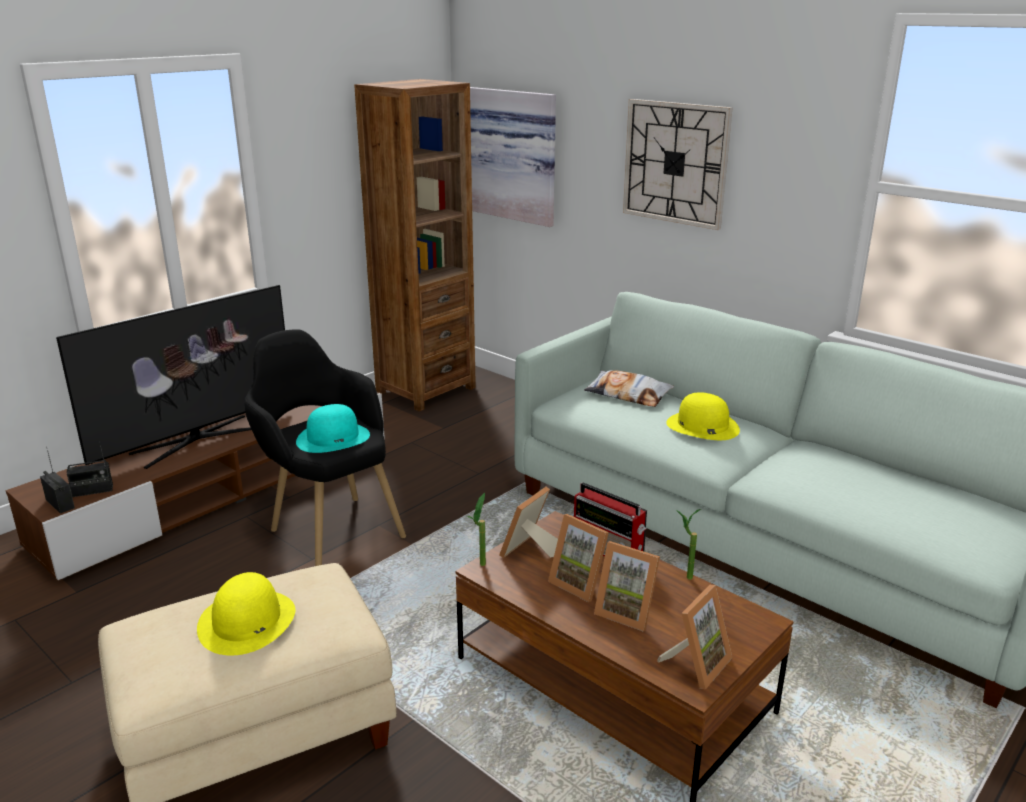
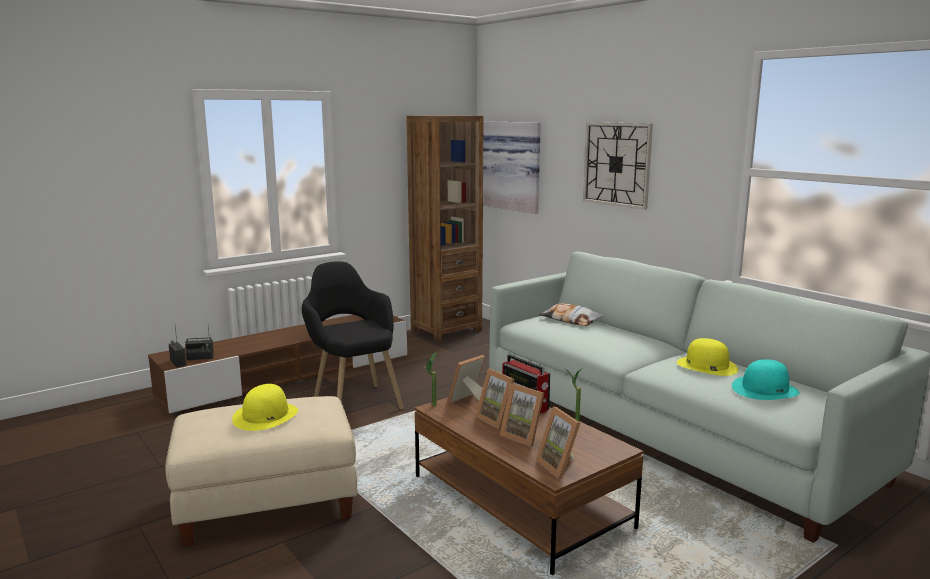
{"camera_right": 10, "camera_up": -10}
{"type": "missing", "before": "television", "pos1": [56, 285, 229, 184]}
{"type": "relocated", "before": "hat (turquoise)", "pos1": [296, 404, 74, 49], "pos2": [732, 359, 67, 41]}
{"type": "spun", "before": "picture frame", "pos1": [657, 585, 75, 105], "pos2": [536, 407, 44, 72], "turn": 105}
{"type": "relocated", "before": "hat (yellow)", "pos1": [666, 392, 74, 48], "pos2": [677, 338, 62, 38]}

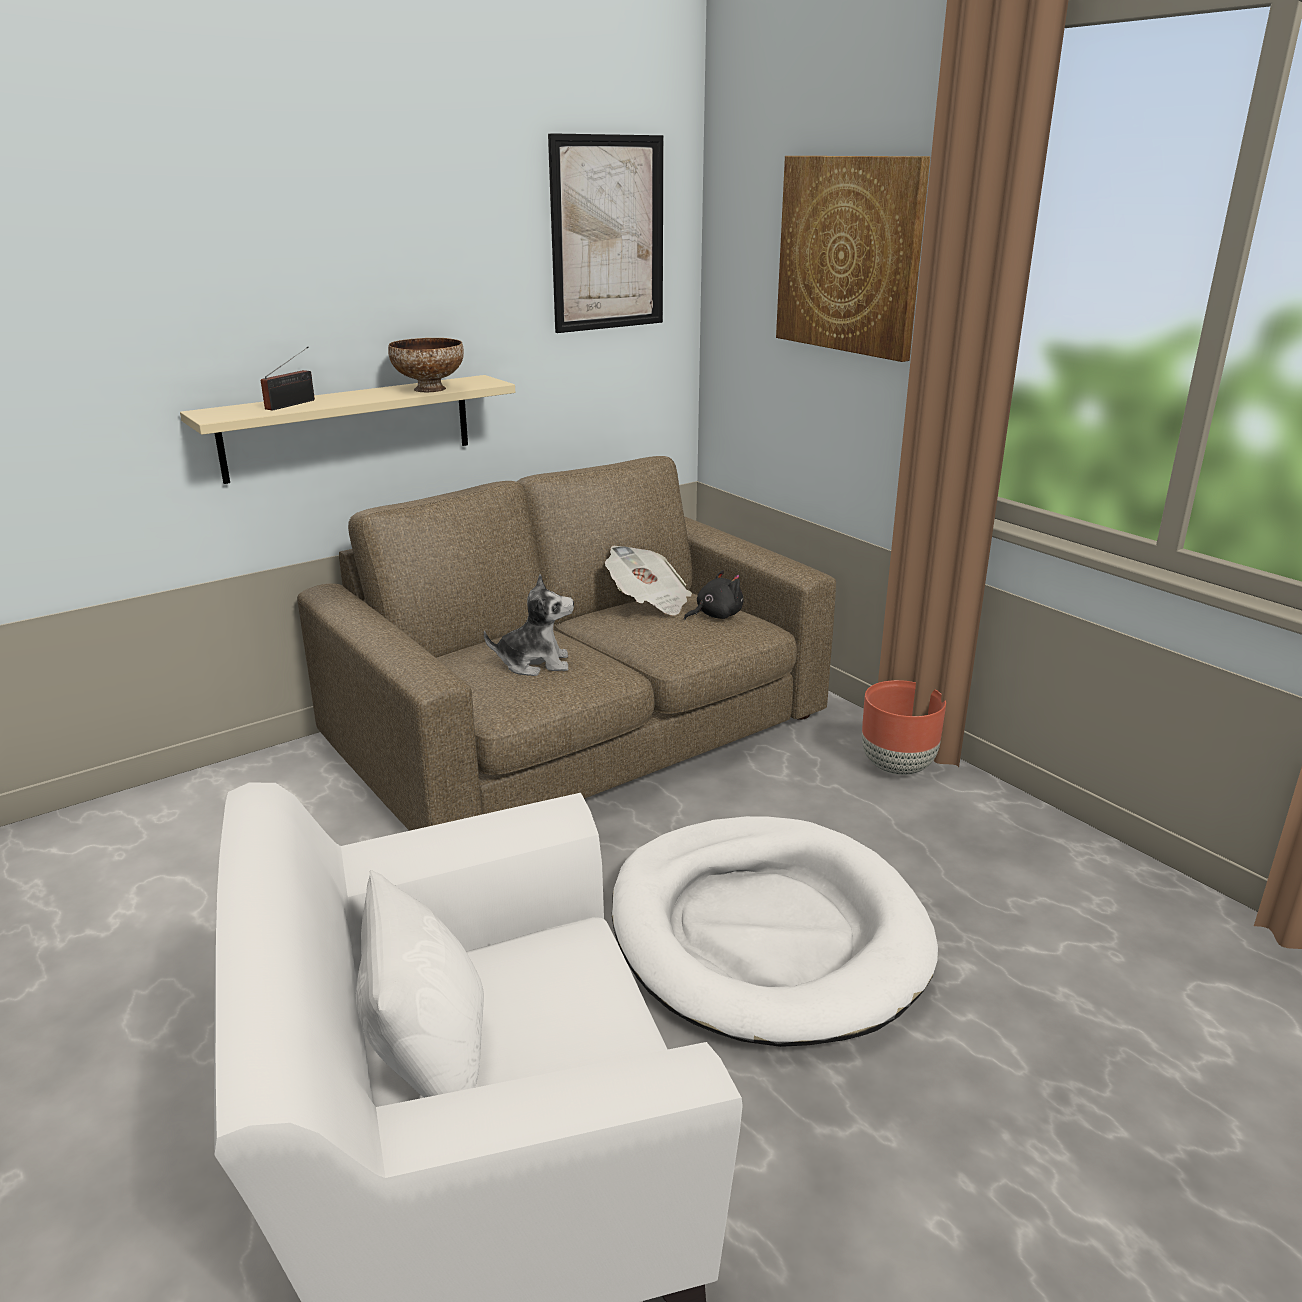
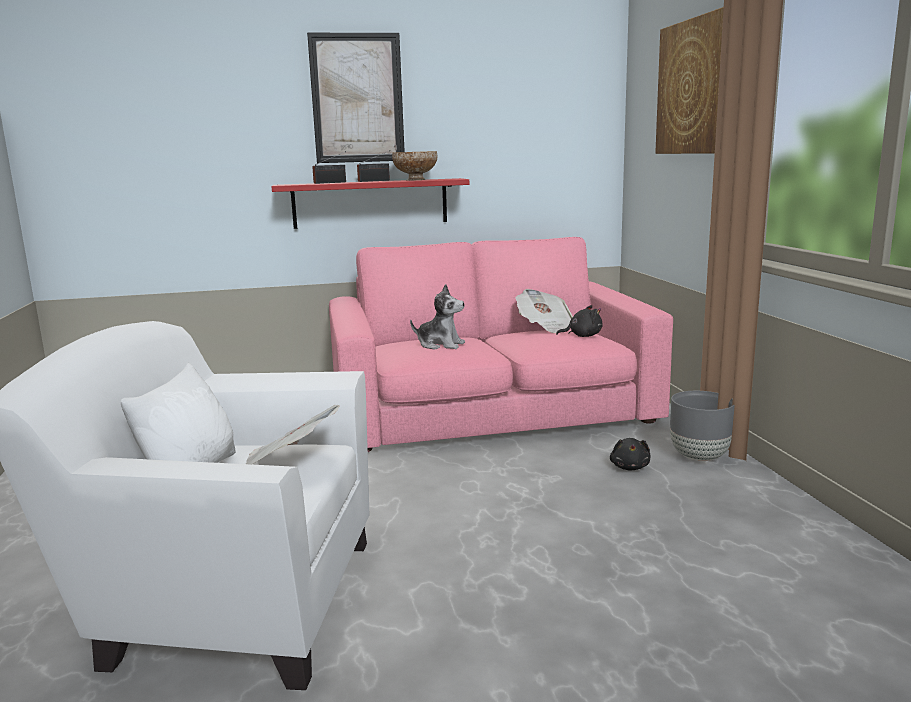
{"camera_right": 25, "camera_up": -10}
{"type": "colour", "before": "shelf (beige)", "after": "shelf (red)", "pos1": [180, 375, 335, 109], "pos2": [272, 178, 197, 51]}
{"type": "colour", "before": "sofa (brown)", "after": "sofa (pink)", "pos1": [297, 456, 539, 375], "pos2": [329, 237, 344, 215]}
{"type": "relocated", "before": "picture", "pos1": [548, 133, 116, 200], "pos2": [307, 33, 98, 130]}
{"type": "missing", "before": "dog bed (white)", "pos1": [612, 816, 326, 231]}
{"type": "colour", "before": "planter (brown)", "after": "planter (grey)", "pos1": [862, 680, 84, 95], "pos2": [670, 391, 64, 70]}
{"type": "appeared", "after": "newspaper", "pos2": [246, 405, 94, 60]}
{"type": "appeared", "after": "radio", "pos2": [357, 150, 33, 32]}
{"type": "appeared", "after": "plush toy (black)", "pos2": [610, 438, 41, 33]}

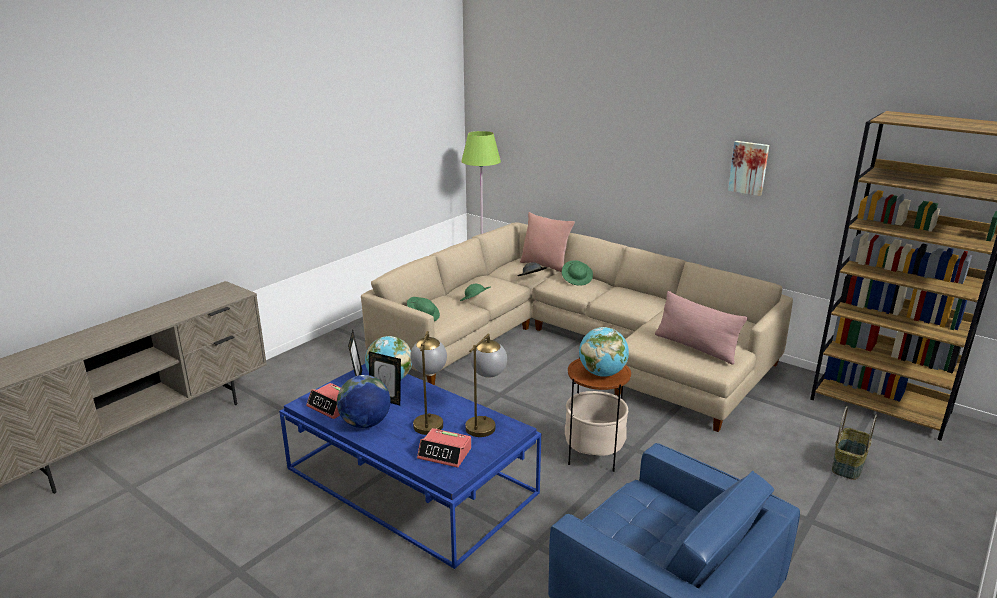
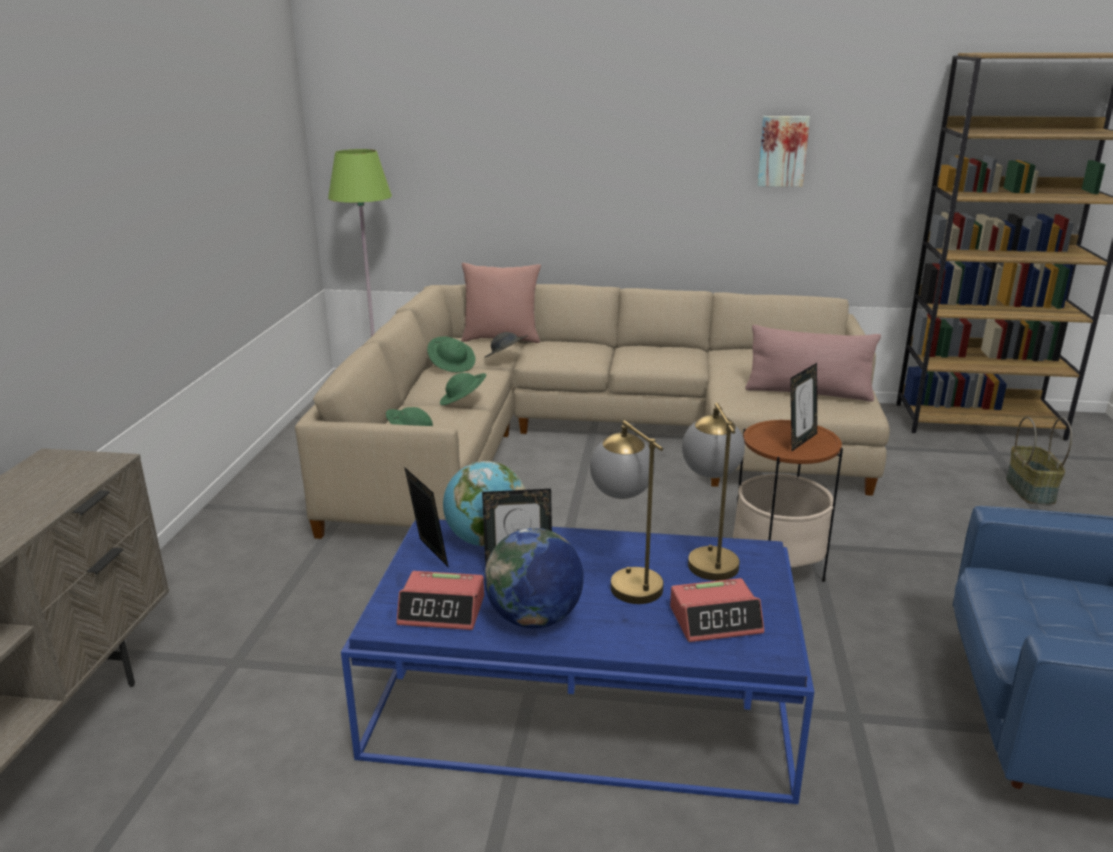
{"camera_right": -30, "camera_up": 0}
{"type": "relocated", "before": "hat (green)", "pos1": [562, 260, 31, 26], "pos2": [427, 336, 49, 36]}
{"type": "exchanged", "before": "globe", "after": "picture frame", "pos1": [579, 327, 50, 50], "pos2": [791, 363, 26, 89]}

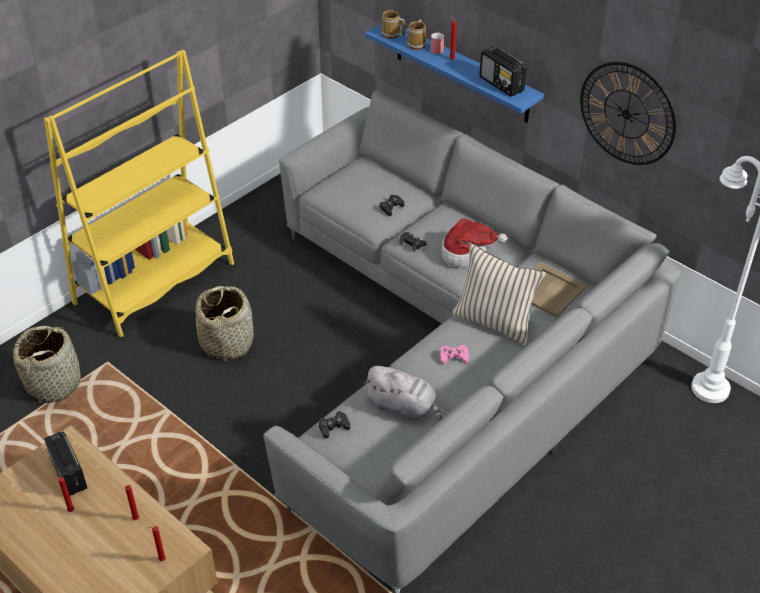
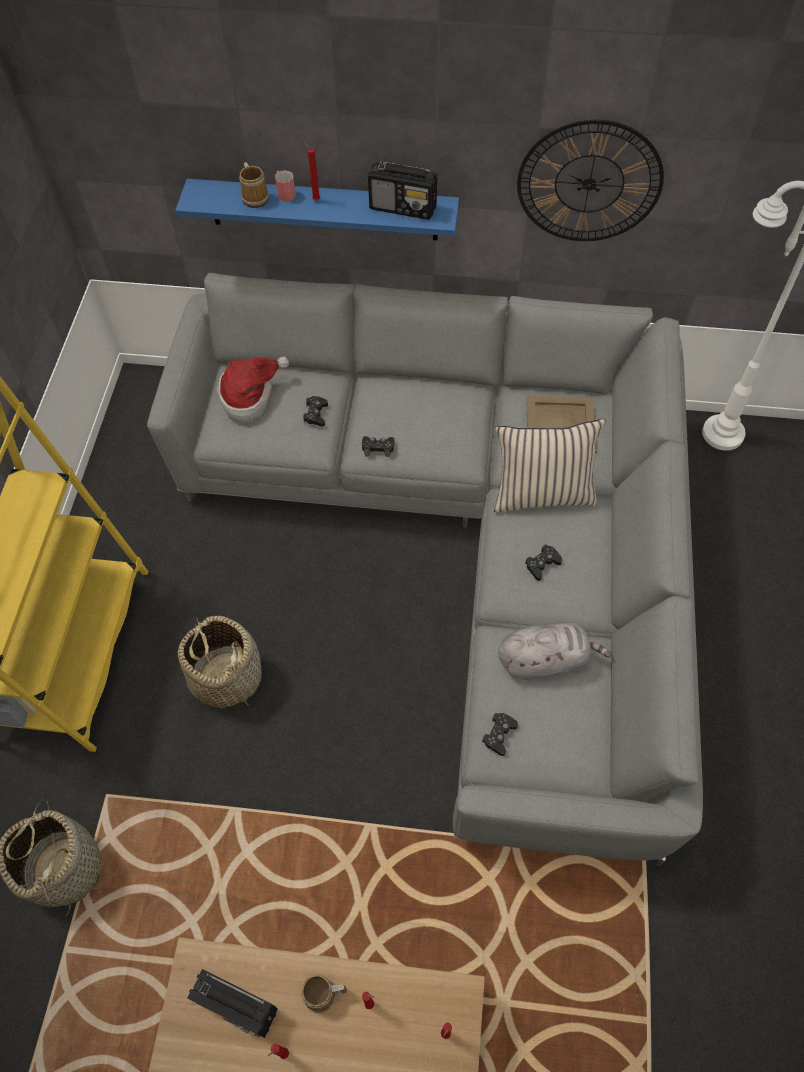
{"camera_right": -35, "camera_up": 15}
{"type": "relocated", "before": "mug", "pos1": [381, 10, 24, 29], "pos2": [301, 974, 46, 39]}
{"type": "colour", "before": "game controller (pink)", "after": "game controller (black)", "pos1": [440, 345, 29, 20], "pos2": [525, 544, 37, 37]}
{"type": "relocated", "before": "hat", "pos1": [441, 218, 66, 50], "pos2": [217, 357, 72, 66]}

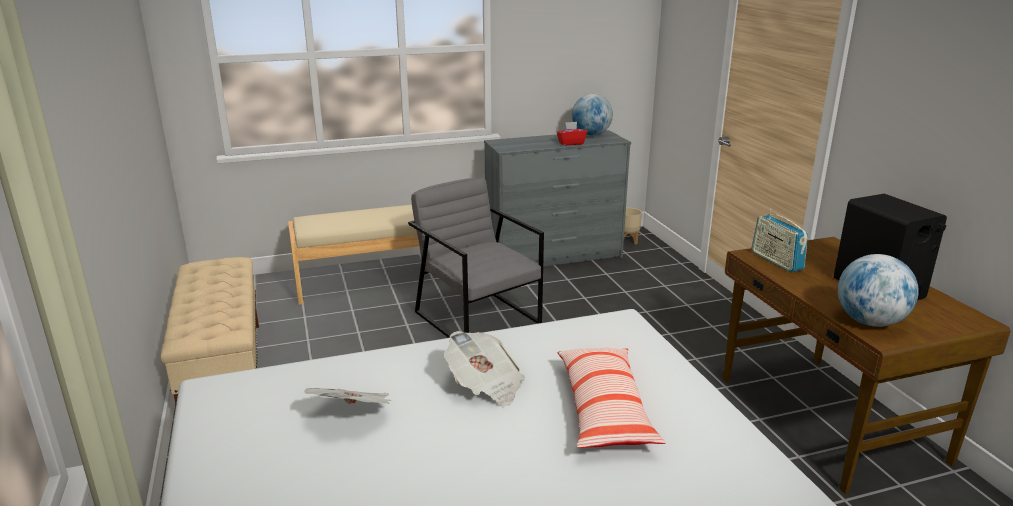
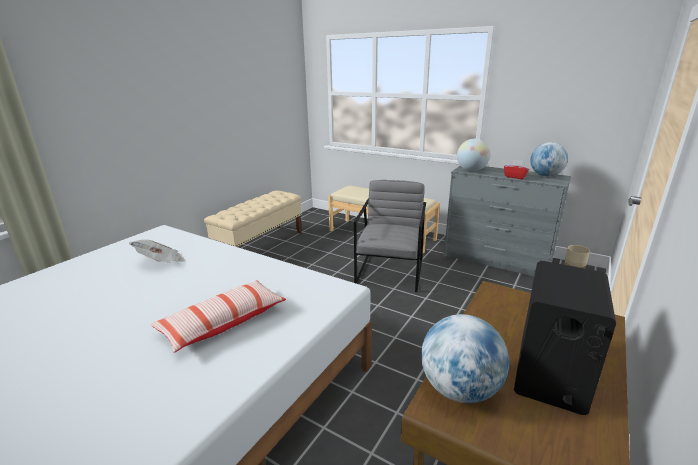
{"camera_right": 50, "camera_up": 0}
{"type": "missing", "before": "newspaper", "pos1": [444, 331, 81, 75]}
{"type": "missing", "before": "radio", "pos1": [752, 209, 56, 64]}
{"type": "appeared", "after": "globe", "pos2": [457, 139, 33, 32]}

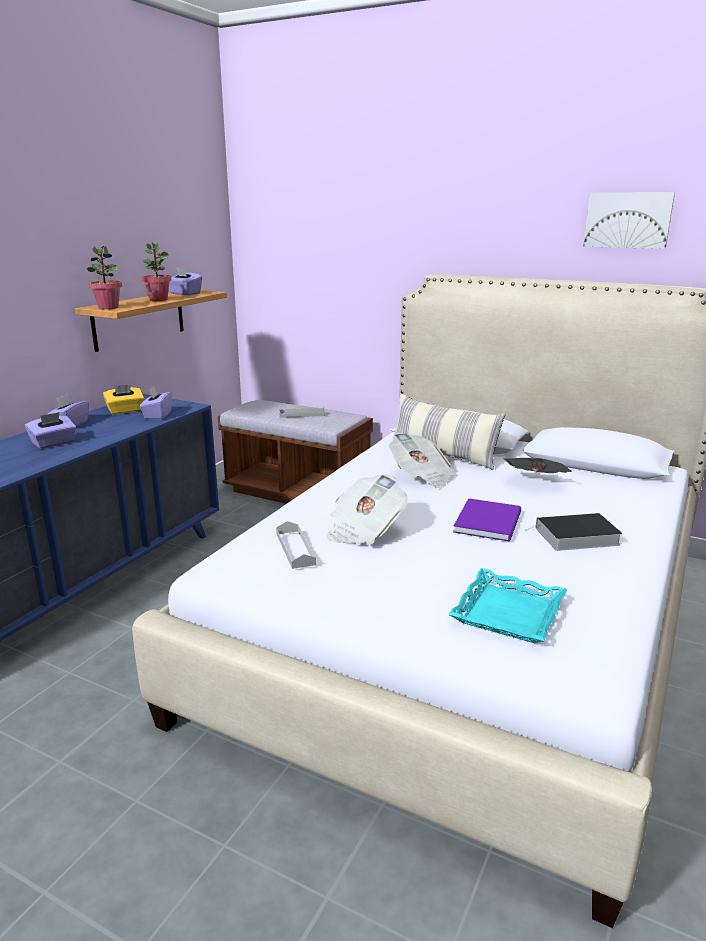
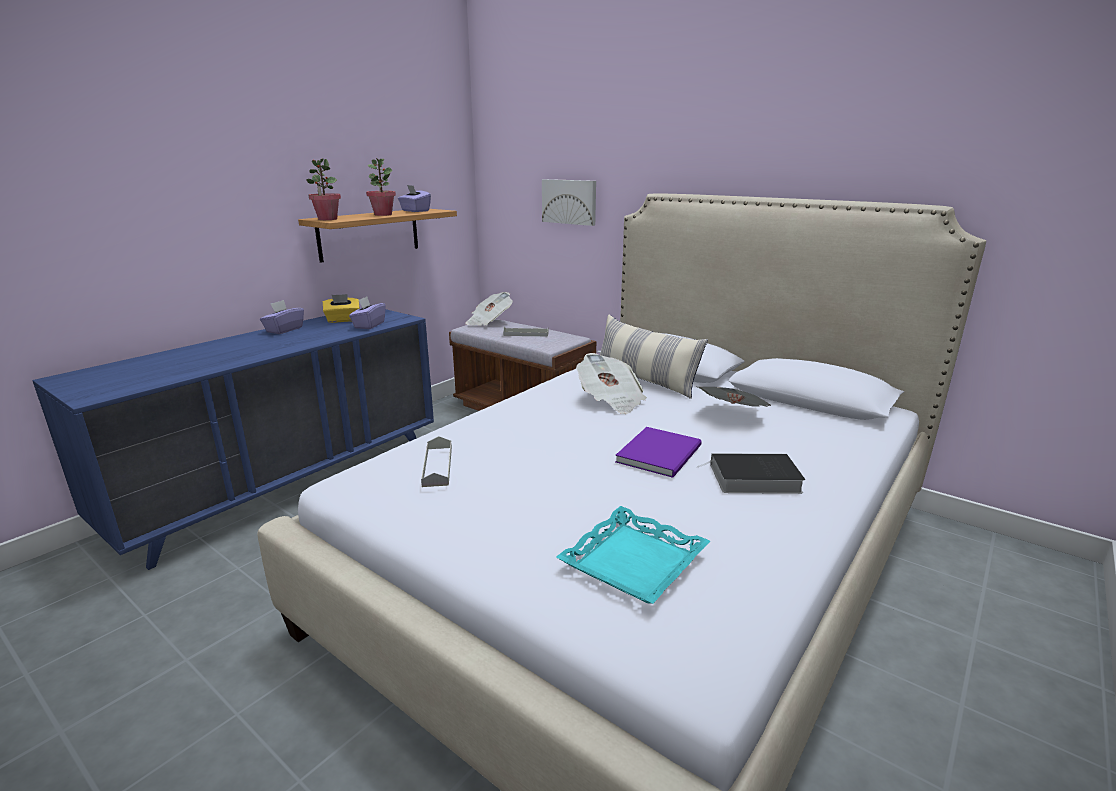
{"camera_right": 10, "camera_up": 0}
{"type": "missing", "before": "tissue box (purple)", "pos1": [25, 412, 51, 37]}
{"type": "relocated", "before": "newspaper", "pos1": [327, 474, 81, 71], "pos2": [465, 292, 48, 34]}
{"type": "relocated", "before": "picture", "pos1": [583, 192, 92, 57], "pos2": [542, 179, 54, 47]}

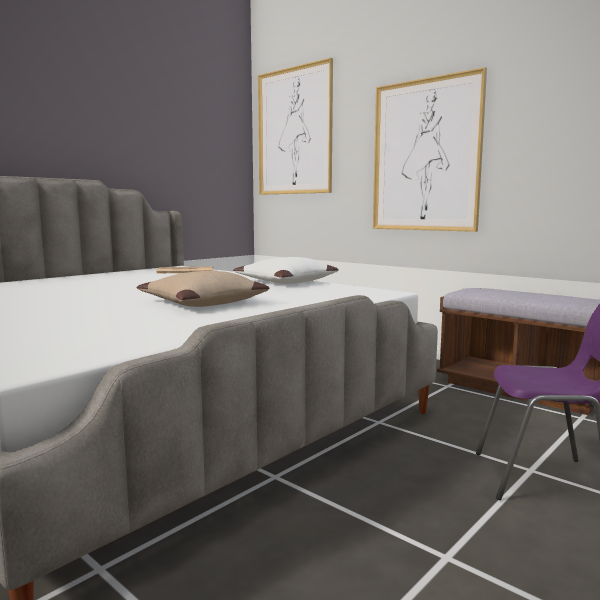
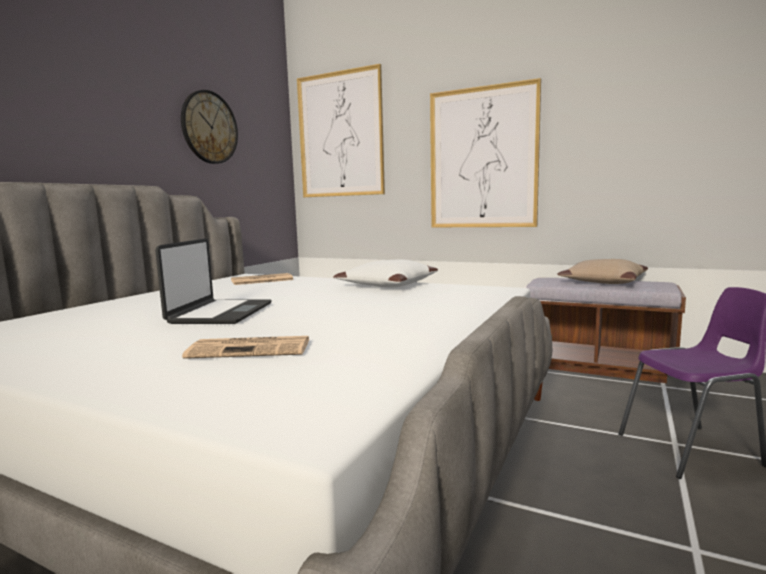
{"camera_right": -15, "camera_up": 0}
{"type": "relocated", "before": "pillow (beige)", "pos1": [136, 271, 134, 36], "pos2": [557, 259, 91, 25]}
{"type": "appeared", "after": "laptop", "pos2": [155, 238, 117, 86]}
{"type": "appeared", "after": "wall clock", "pos2": [181, 90, 57, 74]}
{"type": "appeared", "after": "newspaper", "pos2": [182, 336, 128, 23]}

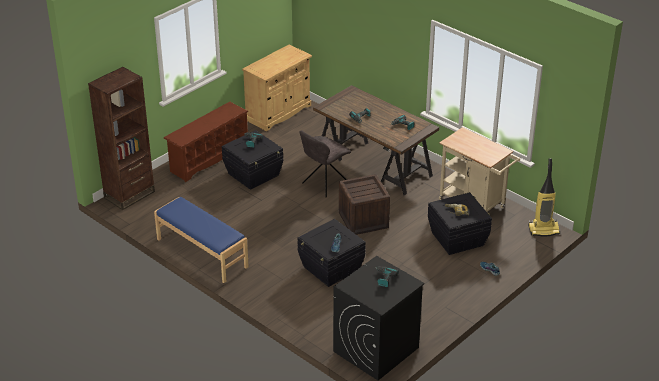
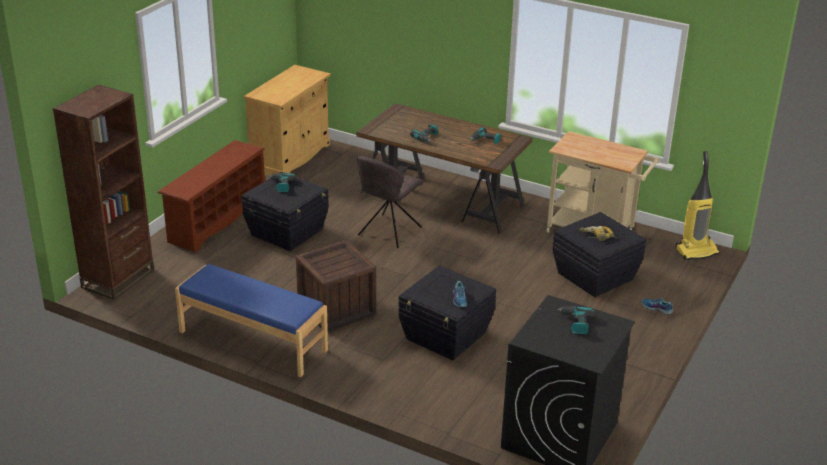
{"camera_right": -15, "camera_up": -5}
{"type": "relocated", "before": "crate", "pos1": [339, 174, 51, 61], "pos2": [296, 240, 80, 92]}

